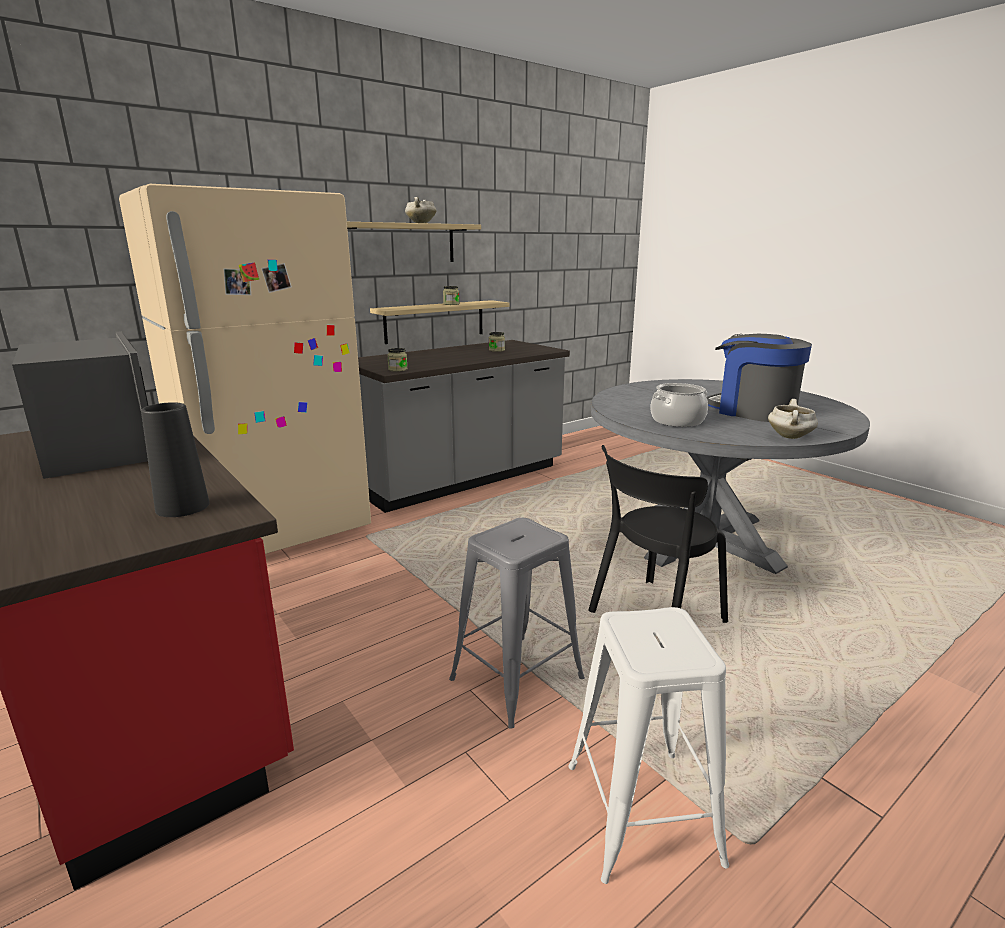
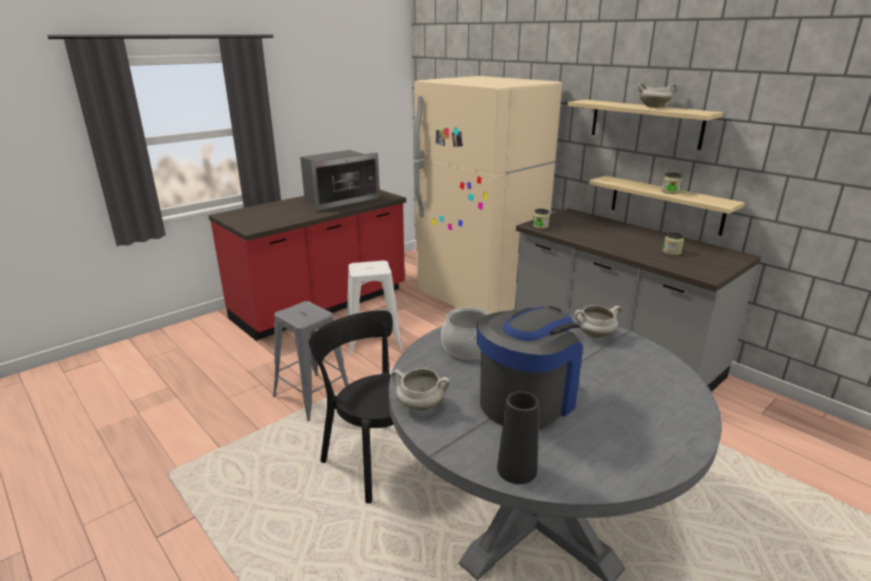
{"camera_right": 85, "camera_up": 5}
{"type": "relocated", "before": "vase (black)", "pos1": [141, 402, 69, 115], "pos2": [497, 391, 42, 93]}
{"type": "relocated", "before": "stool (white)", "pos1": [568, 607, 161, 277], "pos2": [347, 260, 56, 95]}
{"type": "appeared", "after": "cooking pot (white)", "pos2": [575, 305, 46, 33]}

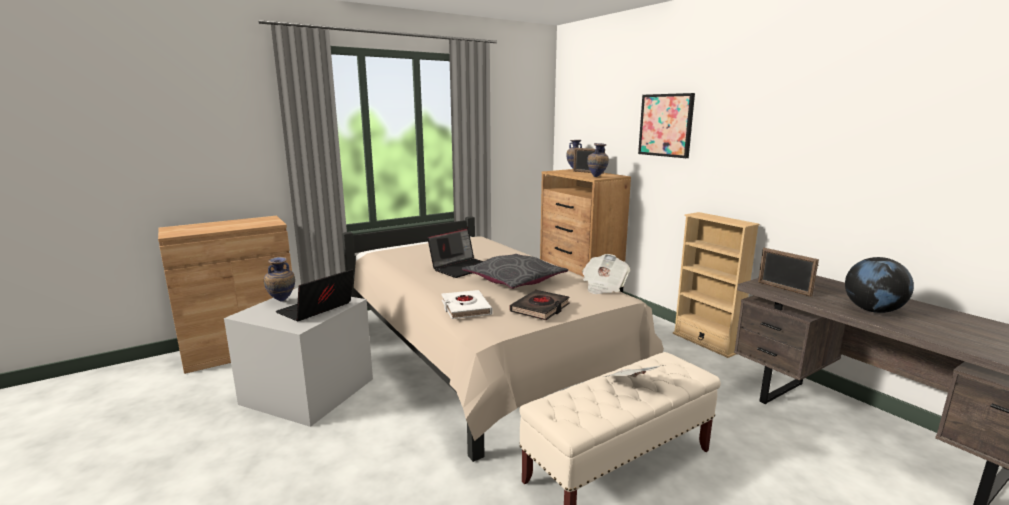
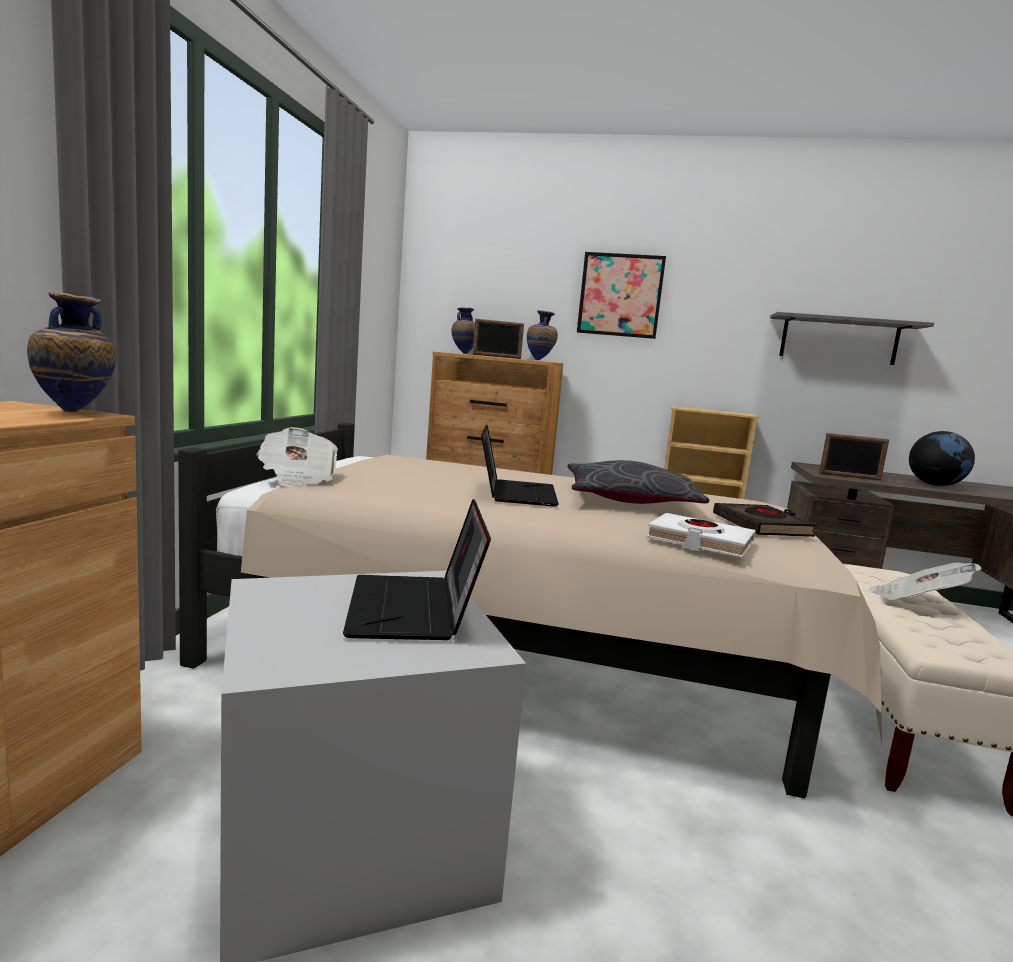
{"camera_right": -45, "camera_up": -5}
{"type": "relocated", "before": "vase", "pos1": [264, 257, 31, 45], "pos2": [27, 292, 89, 120]}
{"type": "relocated", "before": "newspaper", "pos1": [582, 254, 48, 40], "pos2": [257, 427, 81, 60]}
{"type": "appeared", "after": "shelf (grey)", "pos2": [770, 312, 164, 53]}

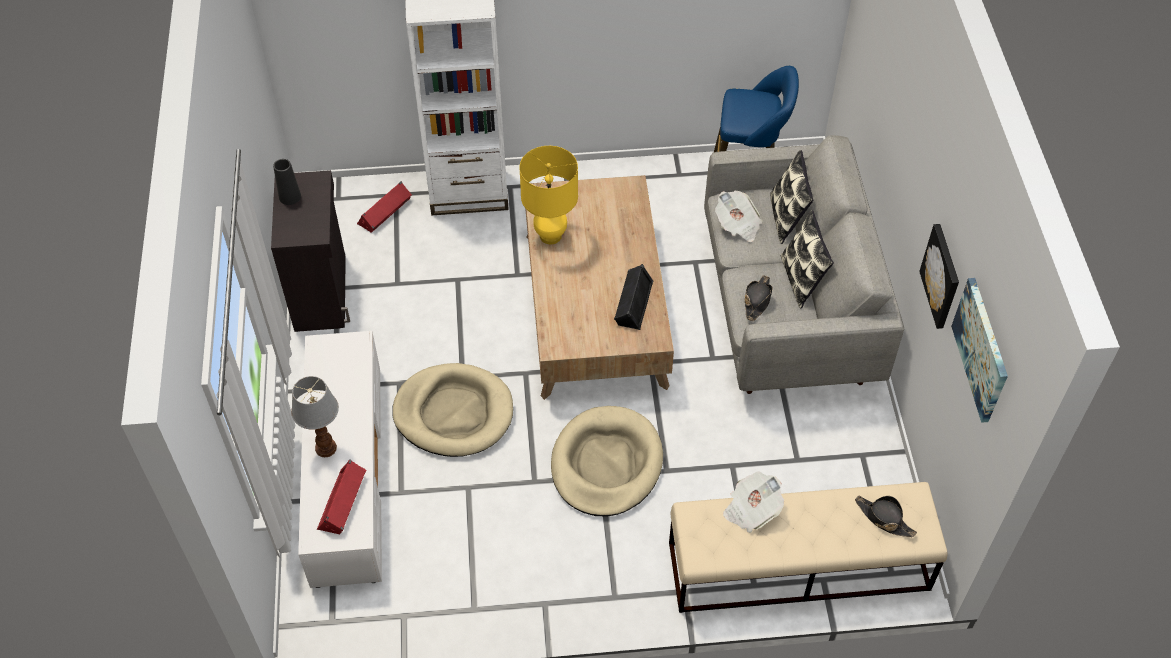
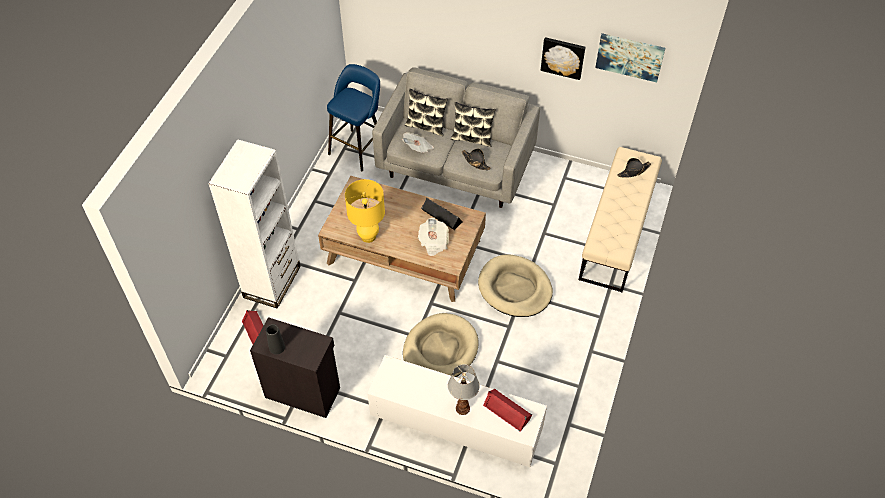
{"camera_right": -65, "camera_up": 0}
{"type": "relocated", "before": "newspaper", "pos1": [723, 471, 61, 62], "pos2": [418, 218, 31, 38]}

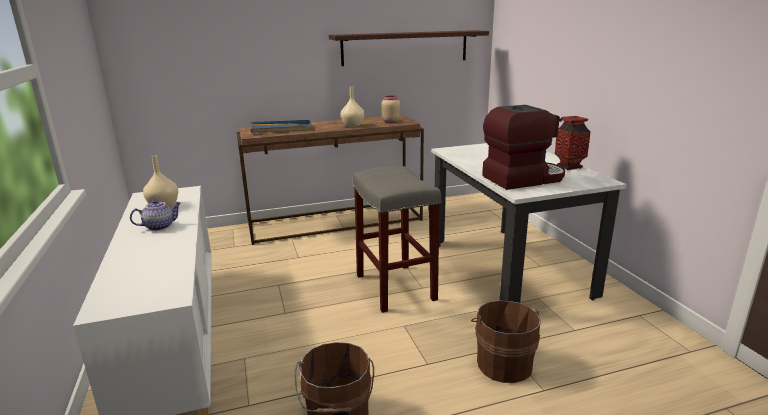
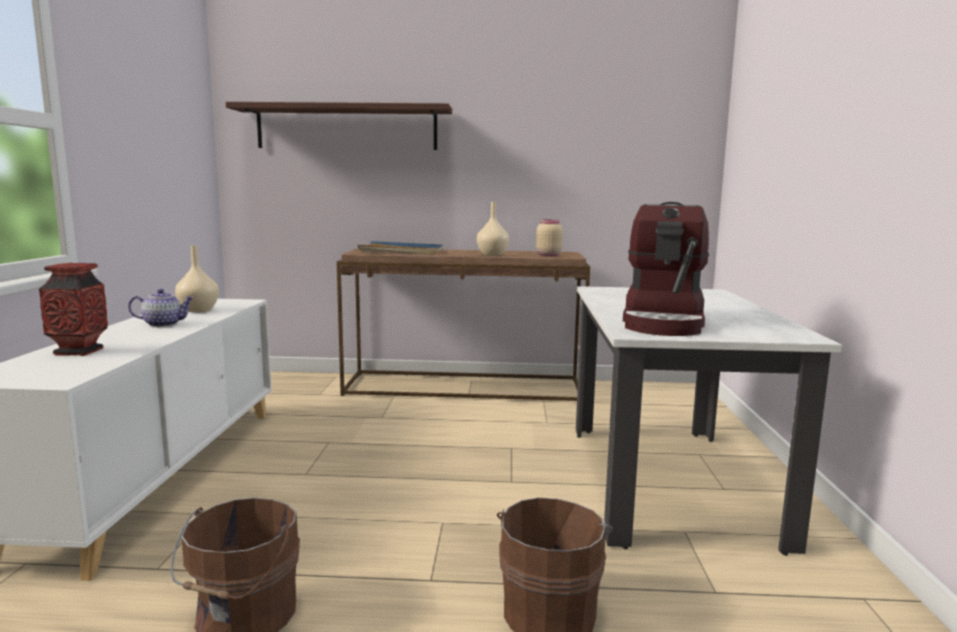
{"camera_right": 20, "camera_up": -10}
{"type": "relocated", "before": "shelf", "pos1": [329, 30, 160, 36], "pos2": [226, 102, 226, 48]}
{"type": "missing", "before": "stool (grey)", "pos1": [353, 166, 88, 147]}
{"type": "spun", "before": "coffee machine", "pos1": [482, 105, 83, 85], "pos2": [623, 202, 86, 134], "turn": 105}
{"type": "relocated", "before": "vase", "pos1": [555, 116, 36, 54], "pos2": [39, 263, 69, 93]}

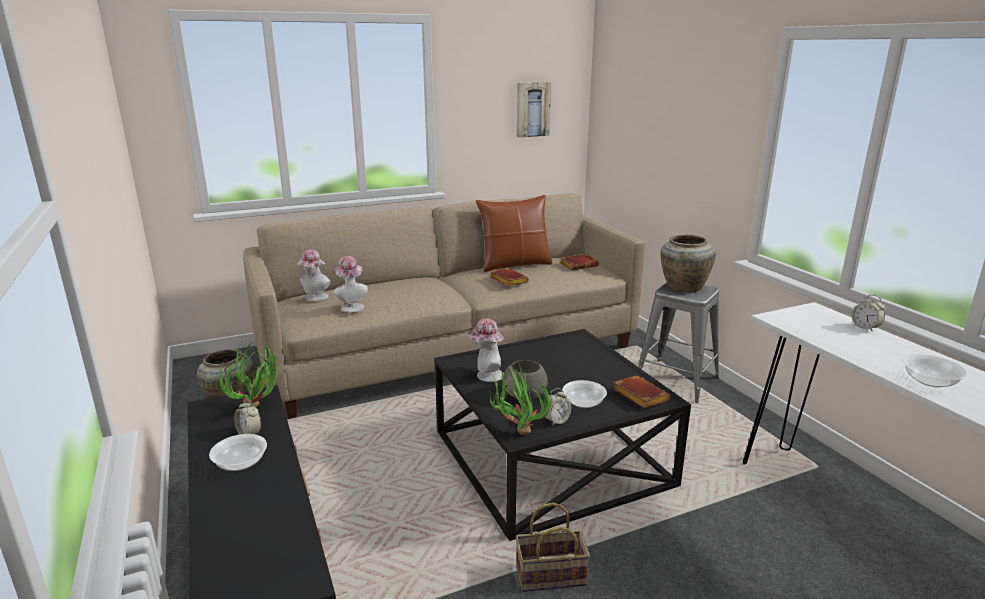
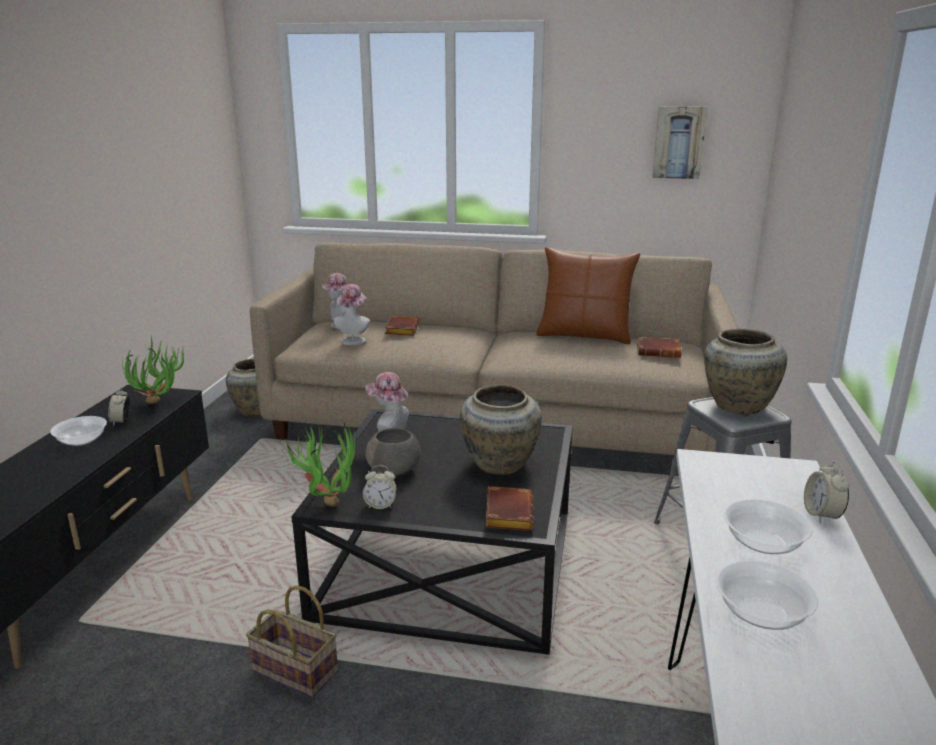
{"camera_right": 35, "camera_up": 0}
{"type": "relocated", "before": "book (brown)", "pos1": [490, 268, 39, 18], "pos2": [385, 316, 34, 20]}
{"type": "relocated", "before": "bowl", "pos1": [562, 380, 45, 28], "pos2": [724, 499, 89, 55]}
{"type": "appeared", "after": "vase (beige)", "pos2": [460, 384, 82, 91]}

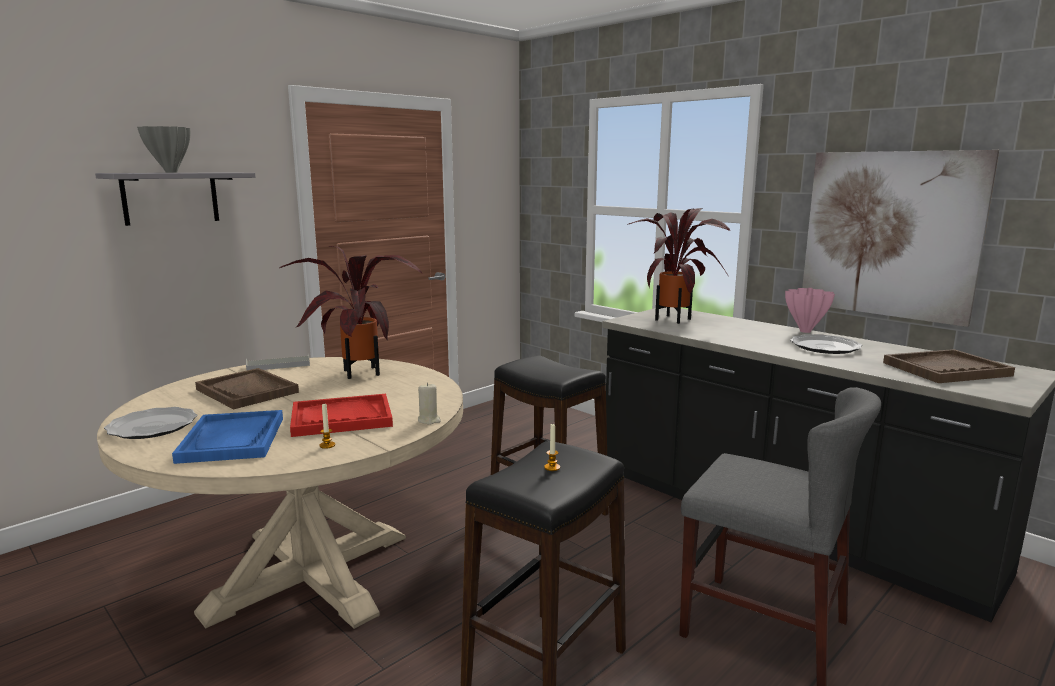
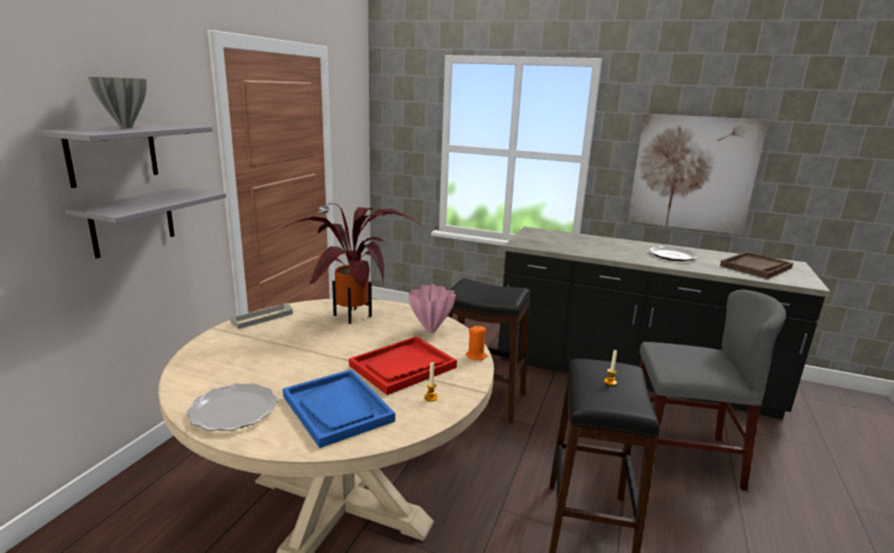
{"camera_right": -25, "camera_up": 5}
{"type": "missing", "before": "tray (brown)", "pos1": [195, 368, 104, 42]}
{"type": "colour", "before": "candle (beige)", "after": "candle (orange)", "pos1": [418, 382, 23, 43], "pos2": [466, 325, 21, 36]}
{"type": "missing", "before": "potted plant", "pos1": [627, 208, 103, 116]}
{"type": "relocated", "before": "vase (pink)", "pos1": [785, 288, 50, 45], "pos2": [408, 284, 48, 49]}
{"type": "appeared", "after": "shelf (grey)", "pos2": [65, 187, 161, 72]}

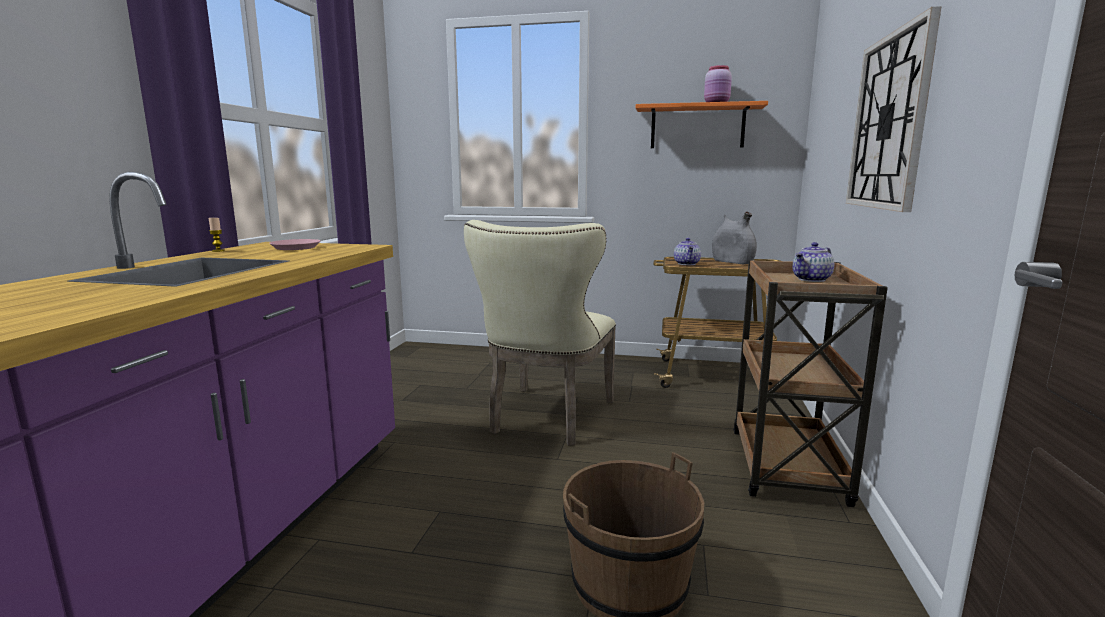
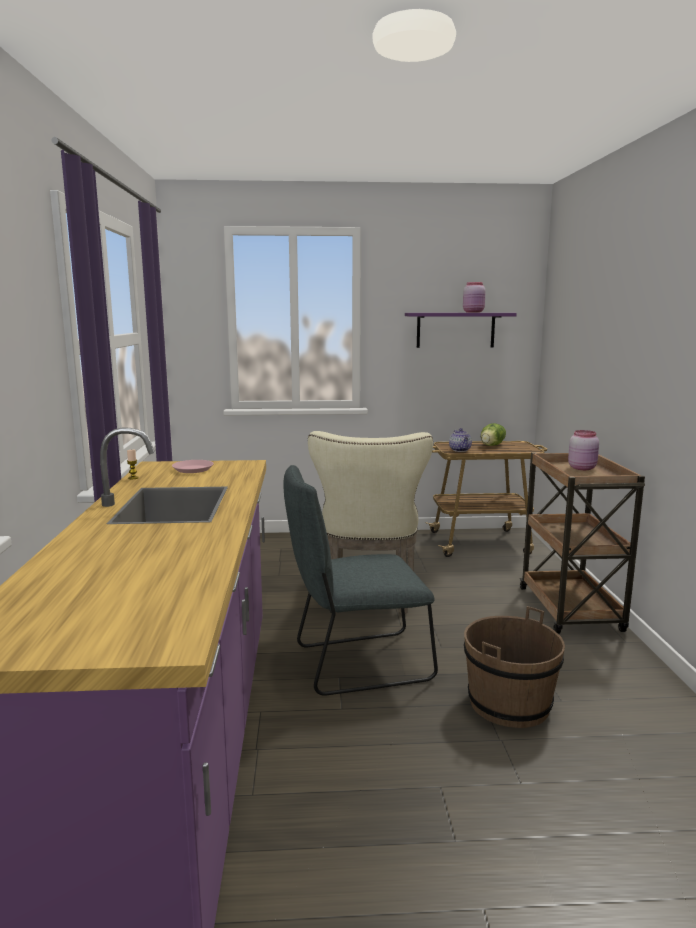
{"camera_right": -15, "camera_up": 0}
{"type": "colour", "before": "shelf (orange)", "after": "shelf (purple)", "pos1": [636, 101, 132, 47], "pos2": [405, 313, 112, 35]}
{"type": "exchanged", "before": "vase (grey)", "after": "lettuce", "pos1": [712, 211, 45, 53], "pos2": [481, 423, 25, 23]}
{"type": "exchanged", "before": "teapot", "after": "jar (pink)", "pos1": [792, 242, 42, 40], "pos2": [568, 430, 31, 40]}
{"type": "missing", "before": "wall clock", "pos1": [846, 6, 96, 206]}
{"type": "appeared", "after": "chair (grey)", "pos2": [283, 465, 155, 230]}

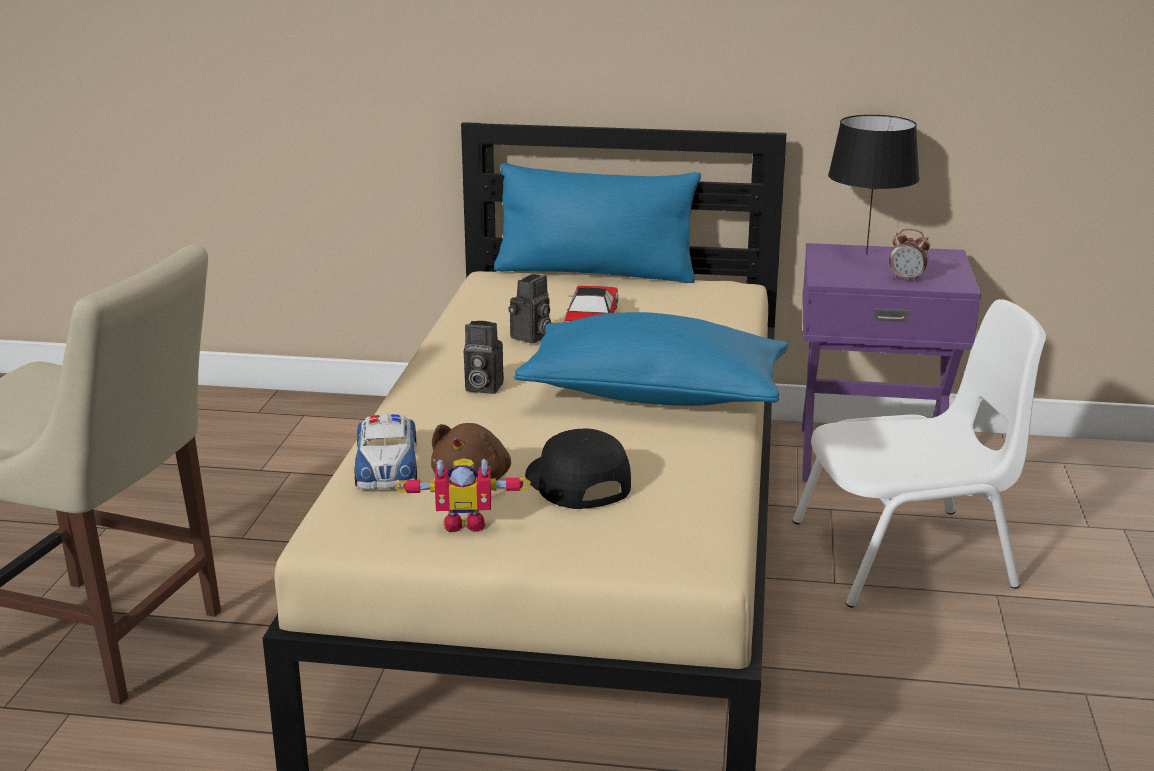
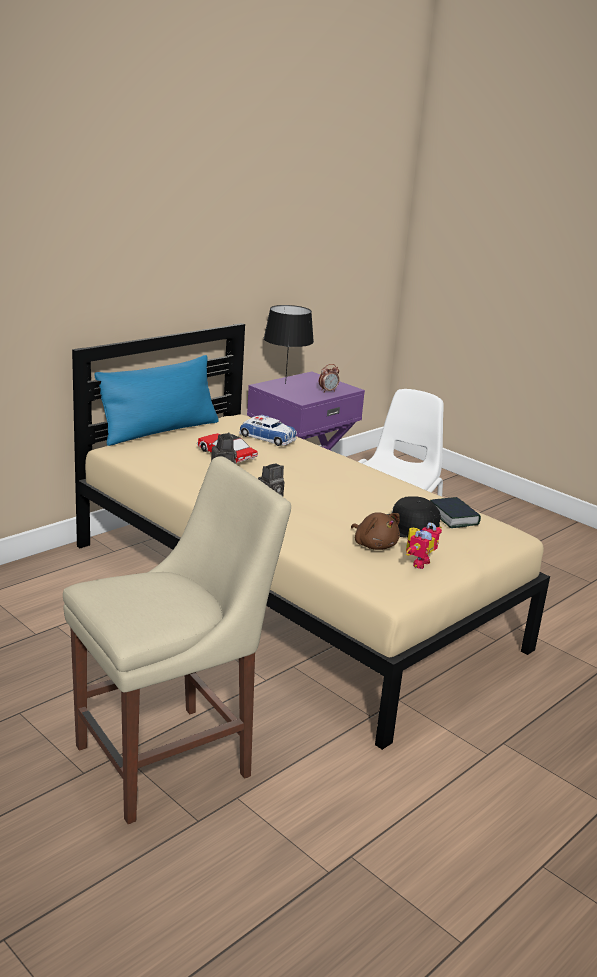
{"camera_right": -55, "camera_up": 0}
{"type": "relocated", "before": "toy car", "pos1": [355, 414, 62, 76], "pos2": [239, 415, 58, 31]}
{"type": "missing", "before": "pillow (blue)", "pos1": [514, 312, 274, 94]}
{"type": "appeared", "after": "book", "pos2": [430, 497, 51, 31]}

